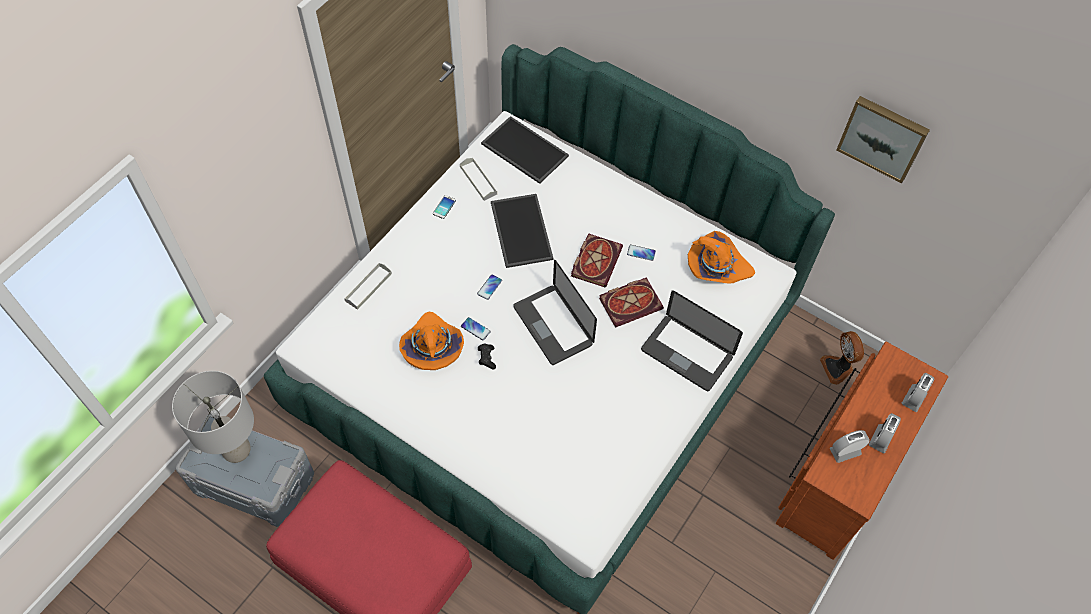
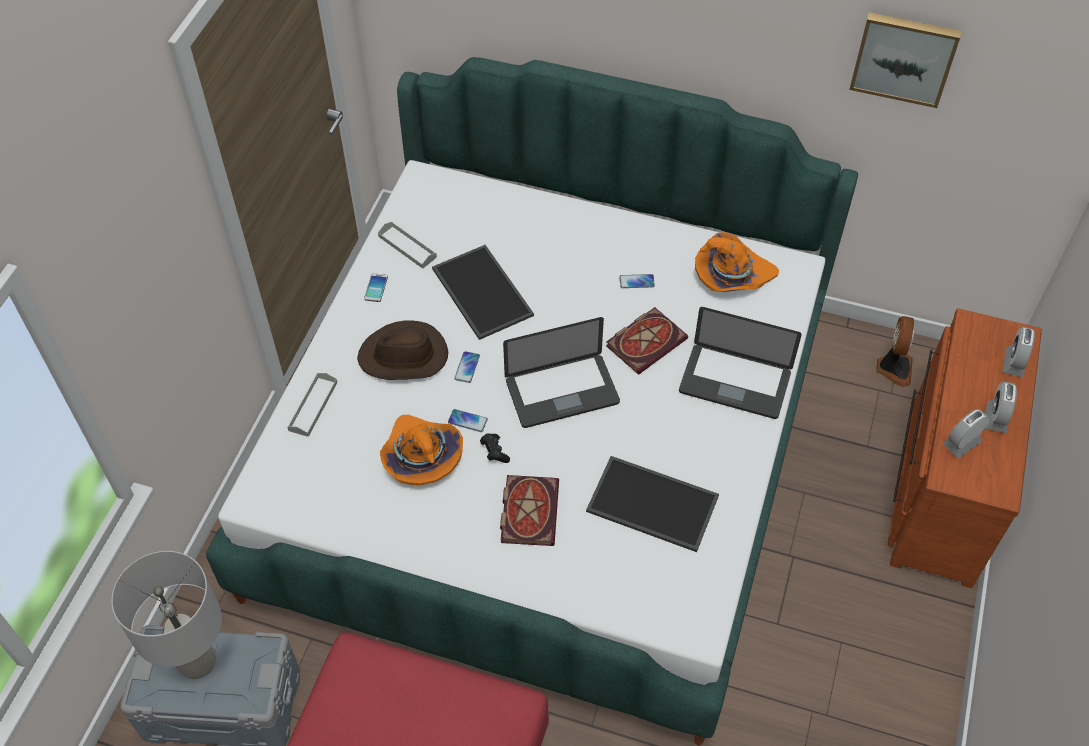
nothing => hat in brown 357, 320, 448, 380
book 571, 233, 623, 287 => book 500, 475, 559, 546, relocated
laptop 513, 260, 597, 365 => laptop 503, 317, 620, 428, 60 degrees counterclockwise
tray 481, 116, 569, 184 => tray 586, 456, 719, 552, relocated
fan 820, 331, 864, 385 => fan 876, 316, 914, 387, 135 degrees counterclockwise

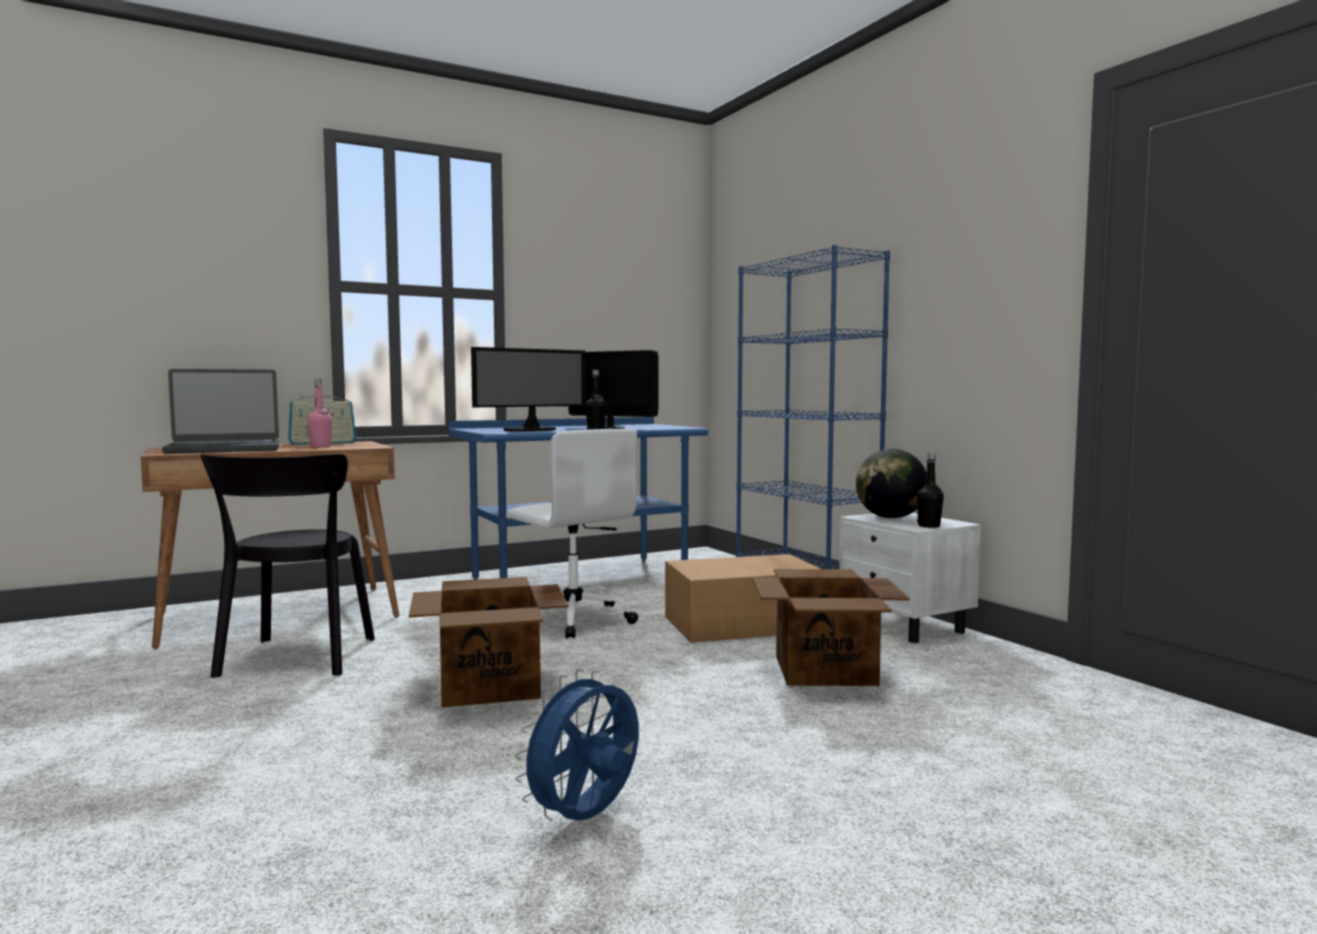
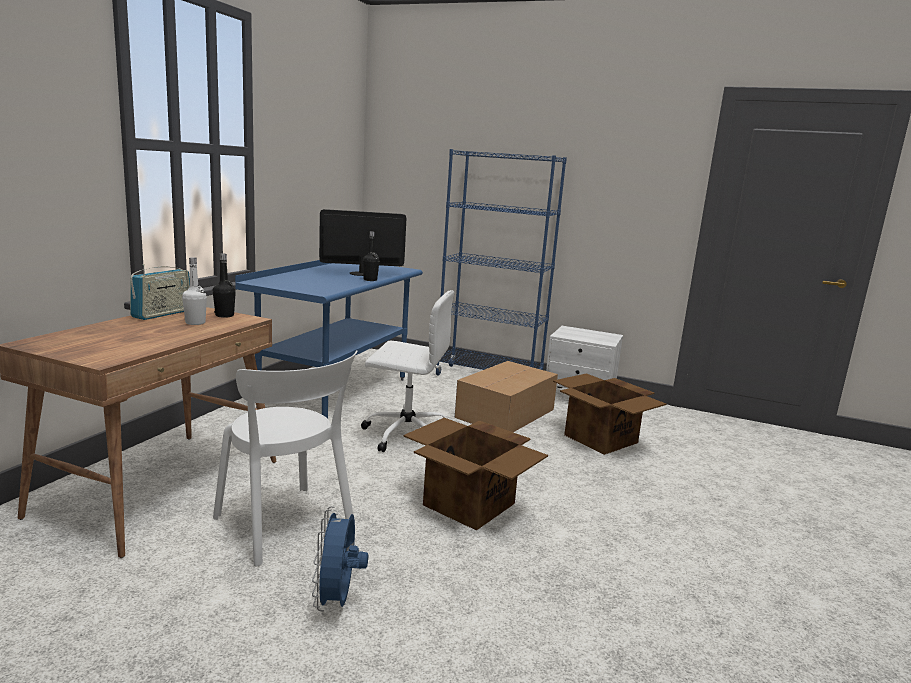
bottle in pink 307, 379, 332, 447 => bottle in white 182, 257, 207, 325
bottle in black 917, 452, 944, 528 => bottle in black 213, 253, 236, 318, relocated
chair in black 201, 454, 375, 678 => chair in white 213, 350, 358, 567
fan in blue 515, 669, 639, 821 => fan in blue 312, 506, 368, 612, relocated
laptop 162, 369, 279, 454 => nothing
monitor 471, 347, 586, 432 => nothing
globe 856, 449, 926, 519 => nothing

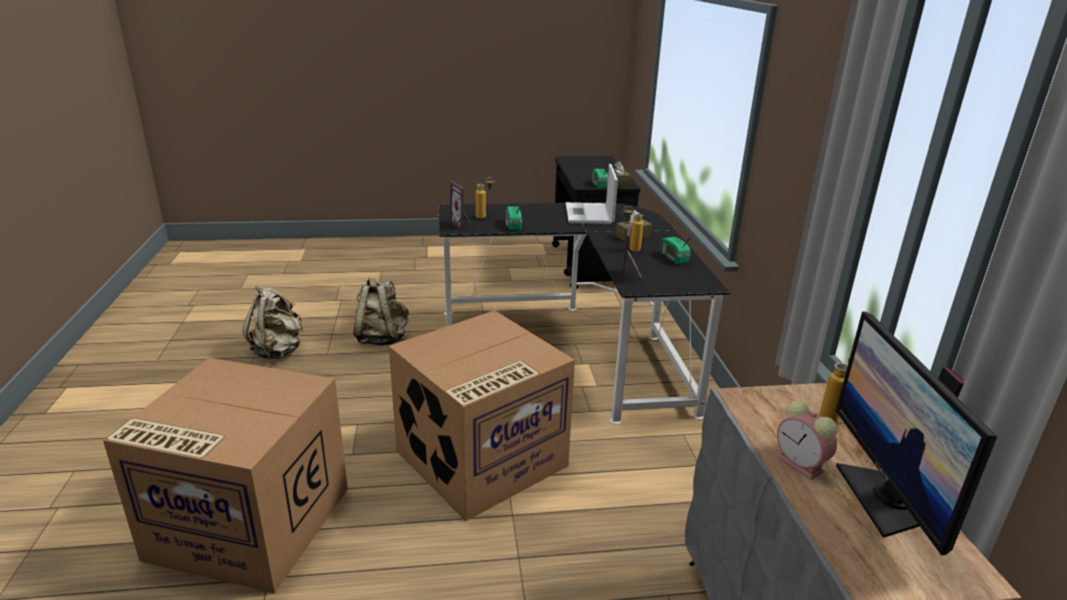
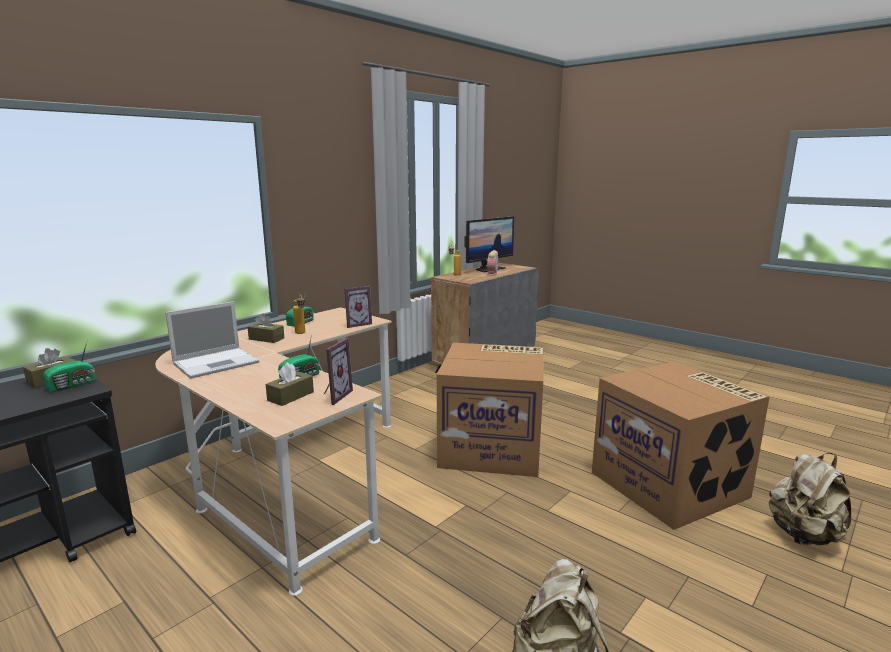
desk in black 438, 202, 730, 424 => desk in beige 155, 307, 392, 596
bottle 476, 177, 494, 219 => tissue box in brown 266, 362, 314, 406
backpack in beige 354, 278, 409, 346 => backpack in beige 768, 453, 851, 545, relocated

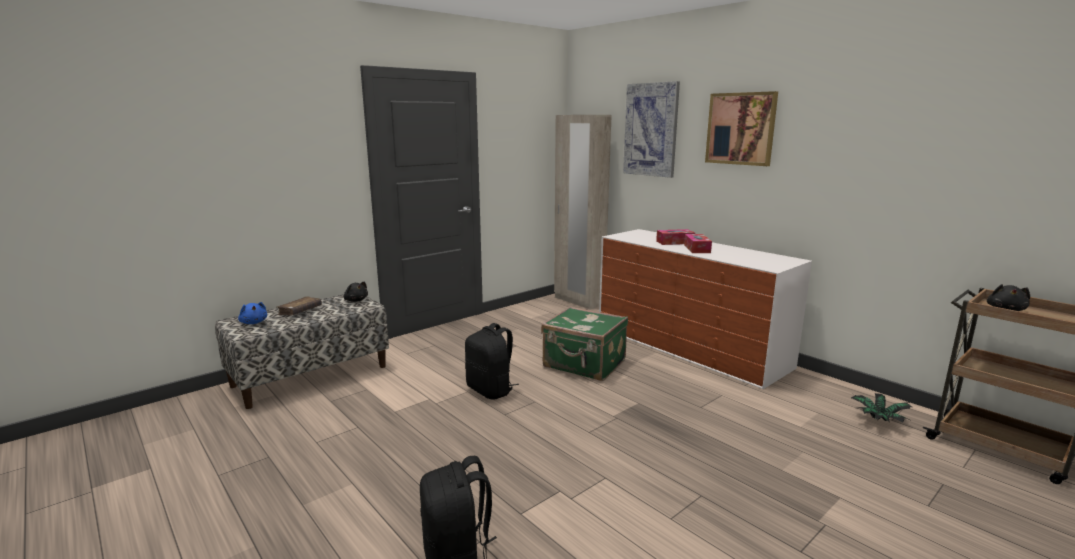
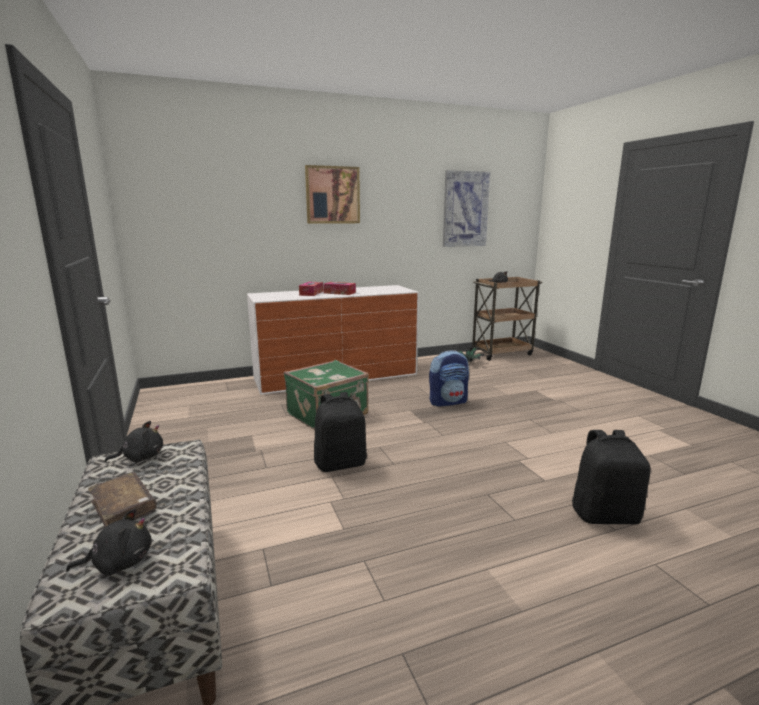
plush toy in blue 238, 302, 267, 324 => plush toy in black 66, 509, 152, 575
nothing => backpack 429, 350, 469, 407
picture 623, 81, 680, 178 => picture 443, 170, 491, 247, relocated
wardrobe in beige 554, 115, 612, 310 => nothing

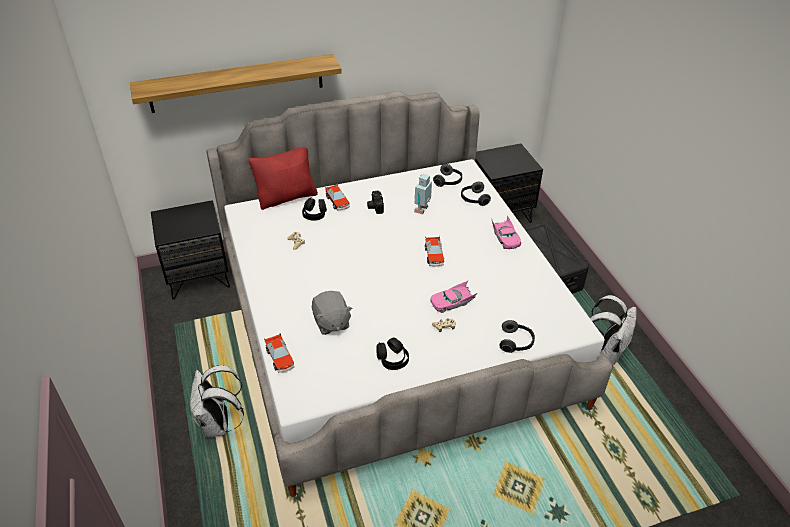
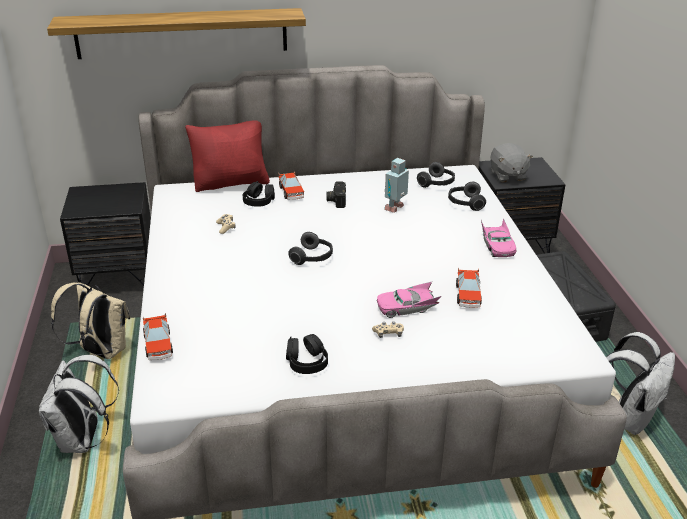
nothing => backpack in beige 51, 282, 130, 359
headphones 499, 320, 535, 353 => headphones 288, 232, 333, 265, relocated
toy car 425, 236, 444, 267 => toy car 456, 268, 482, 308, relocated
plush toy in grey 312, 291, 352, 335 => plush toy in grey 490, 143, 533, 182, relocated

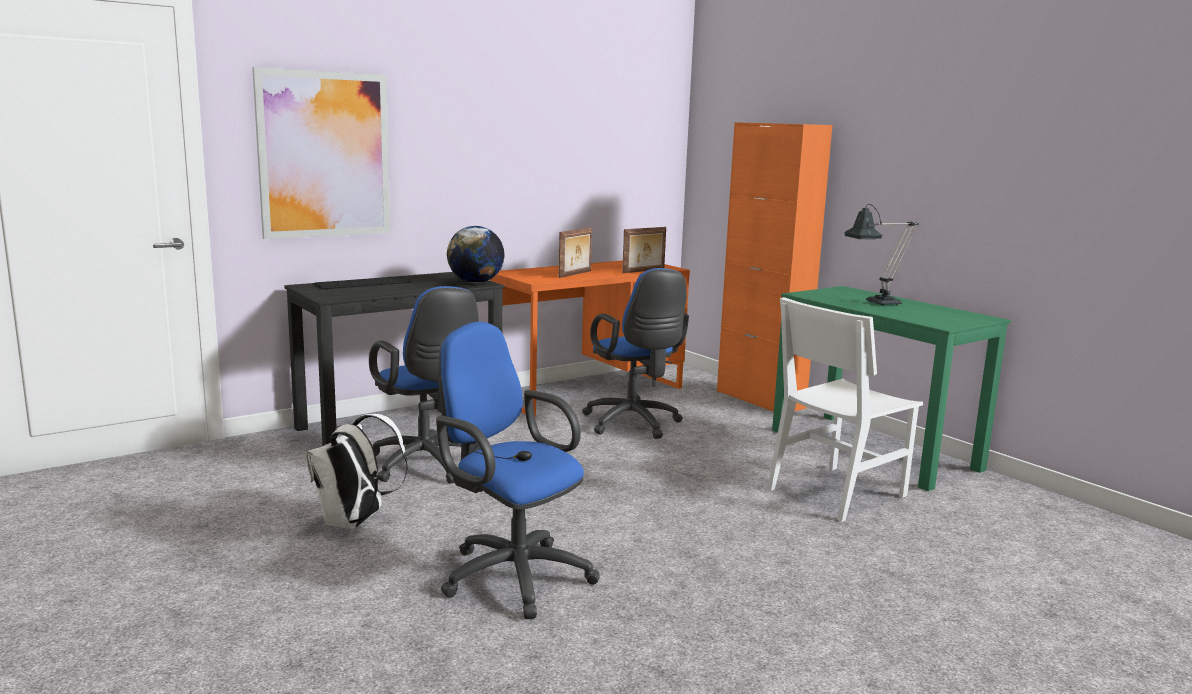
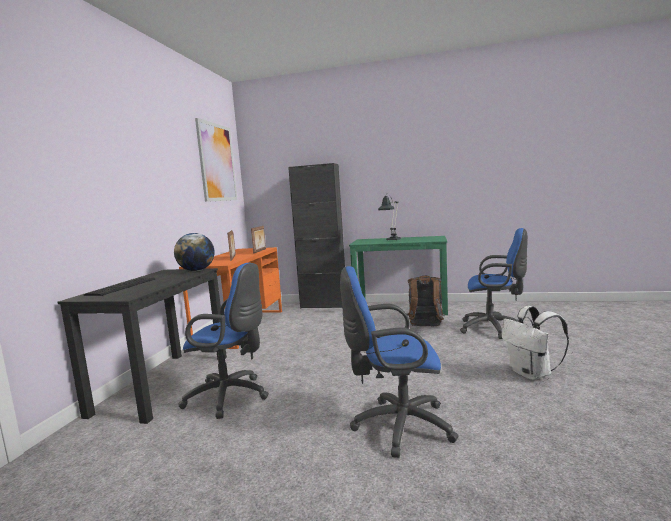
picture 252, 67, 390, 239 => picture 195, 118, 237, 202, relocated
cabinet in orange 717, 122, 832, 412 => cabinet in black 288, 163, 345, 308
chair in white 767, 297, 923, 522 => backpack in brown 407, 276, 445, 326
office chair in blue 582, 268, 689, 439 => office chair in blue 460, 228, 528, 339, relocated
backpack in white 306, 414, 408, 529 => backpack in white 502, 306, 569, 380, relocated

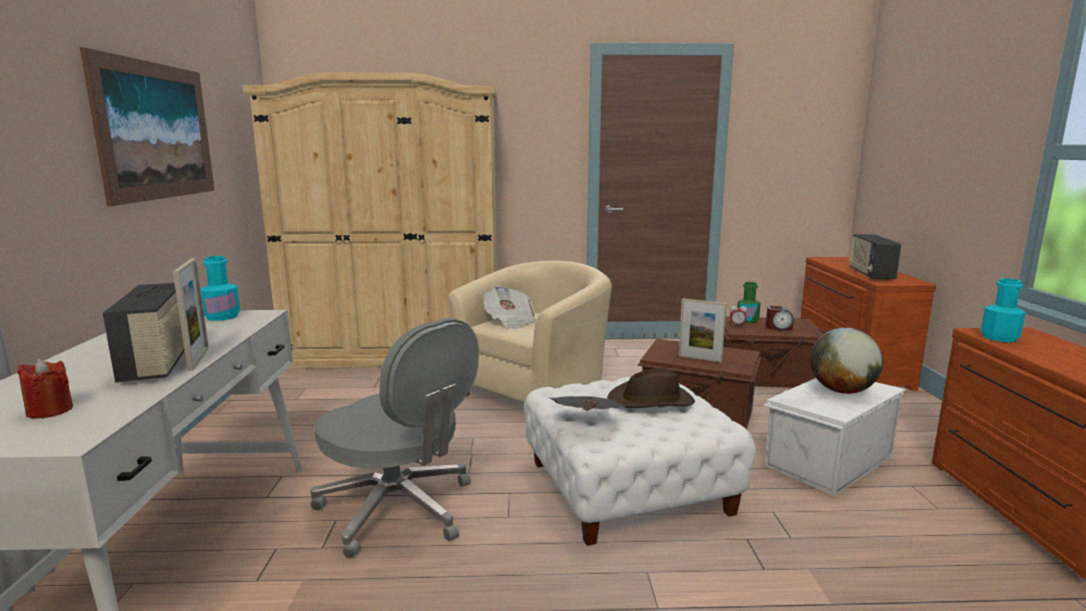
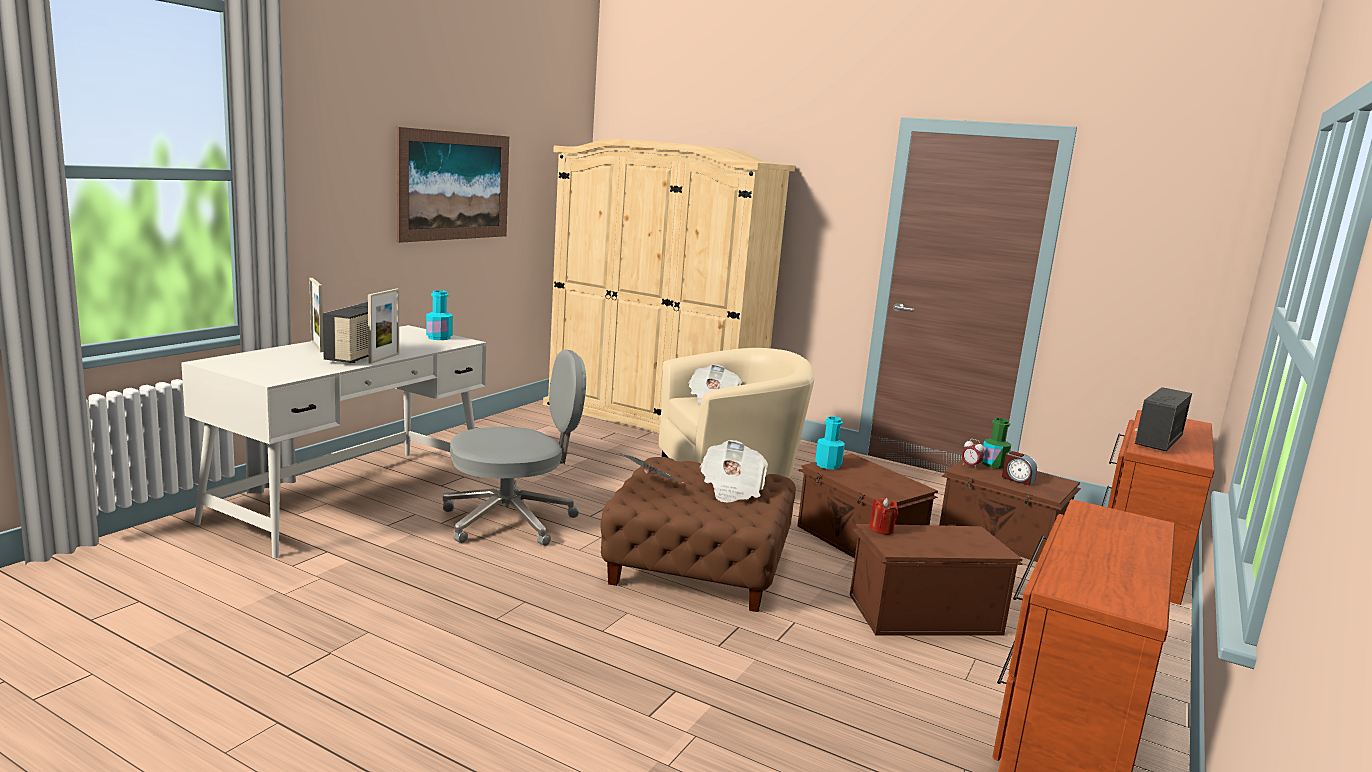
picture frame 678, 298, 727, 363 => picture frame 309, 278, 323, 352, relocated
office chair in grey 310, 318, 479, 559 => office chair in grey 443, 350, 586, 546, 90 degrees counterclockwise
ottoman in white 524, 377, 756, 546 => ottoman in brown 600, 457, 796, 612
hat in brown 607, 368, 695, 408 => newspaper 700, 440, 768, 502
bottle in turquoise 981, 278, 1026, 342 => bottle in turquoise 815, 416, 845, 470, relocated
storage box in white 763, 377, 906, 496 => storage box in brown 850, 524, 1023, 636
candle in red 17, 359, 73, 419 => candle in red 869, 497, 898, 535, relocated
globe 810, 328, 883, 394 => nothing

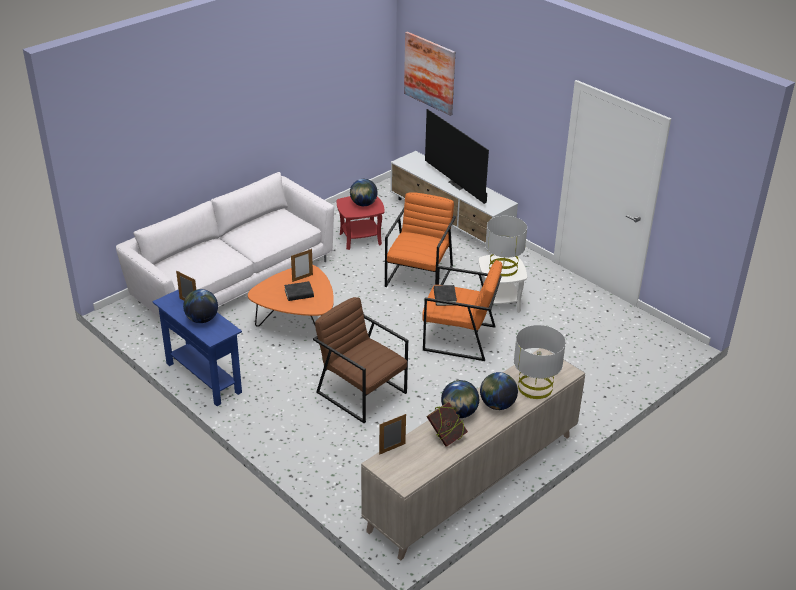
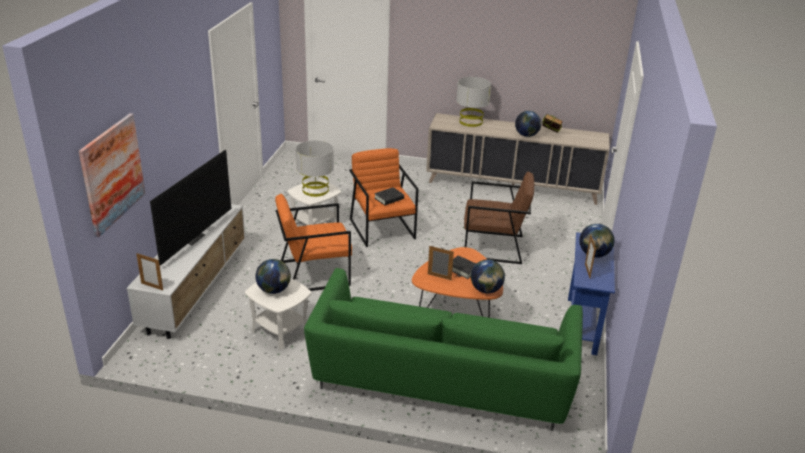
picture frame 379, 414, 406, 455 => picture frame 136, 253, 163, 290, relocated
side table in red 337, 196, 385, 250 => side table in white 245, 278, 311, 349
sofa in white 116, 172, 334, 318 => sofa in green 304, 268, 583, 431
armchair in brown 313, 297, 408, 423 => armchair in brown 464, 171, 534, 264, 90 degrees counterclockwise
globe 480, 372, 518, 410 => globe 471, 259, 505, 293, relocated

